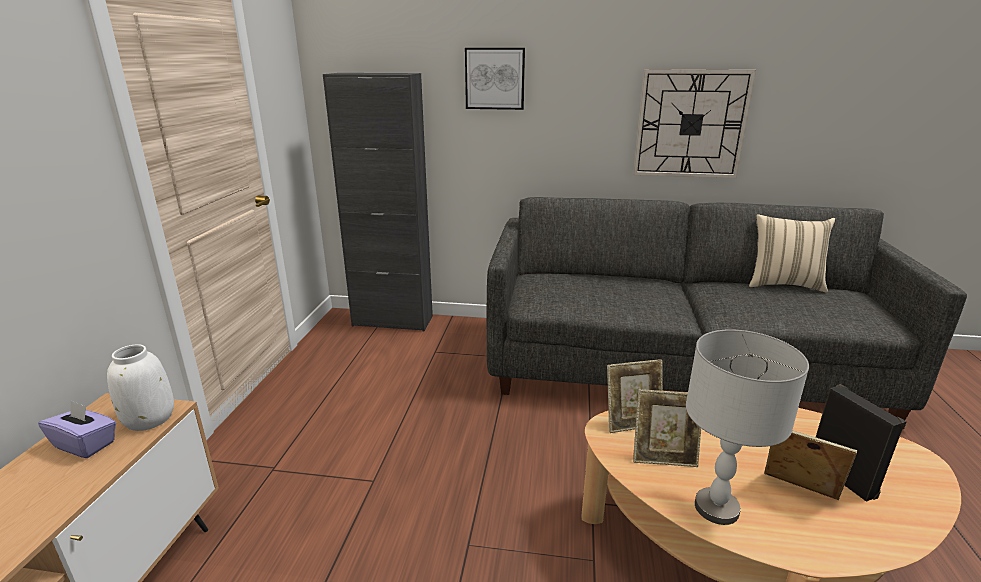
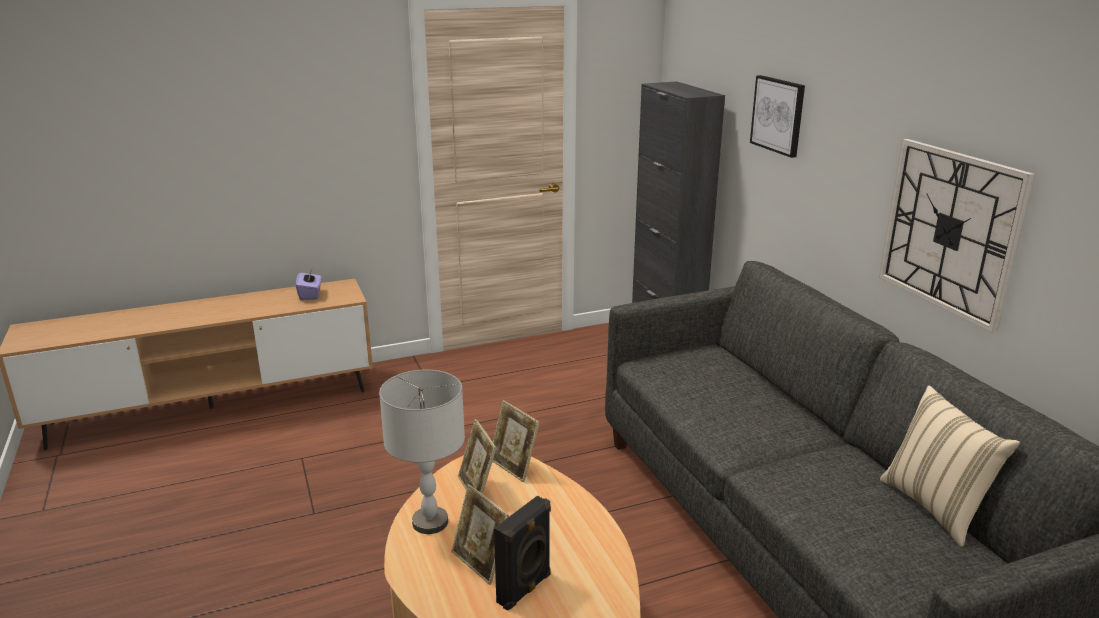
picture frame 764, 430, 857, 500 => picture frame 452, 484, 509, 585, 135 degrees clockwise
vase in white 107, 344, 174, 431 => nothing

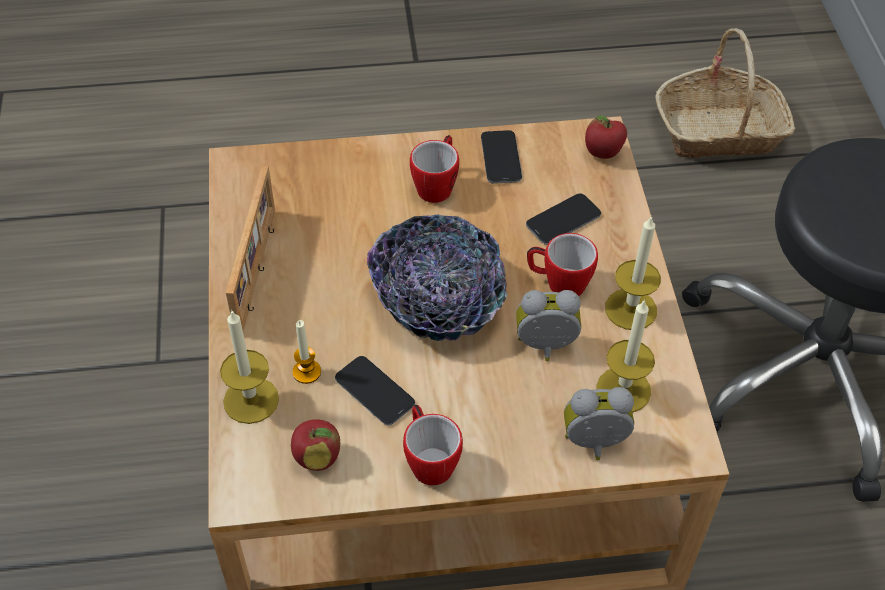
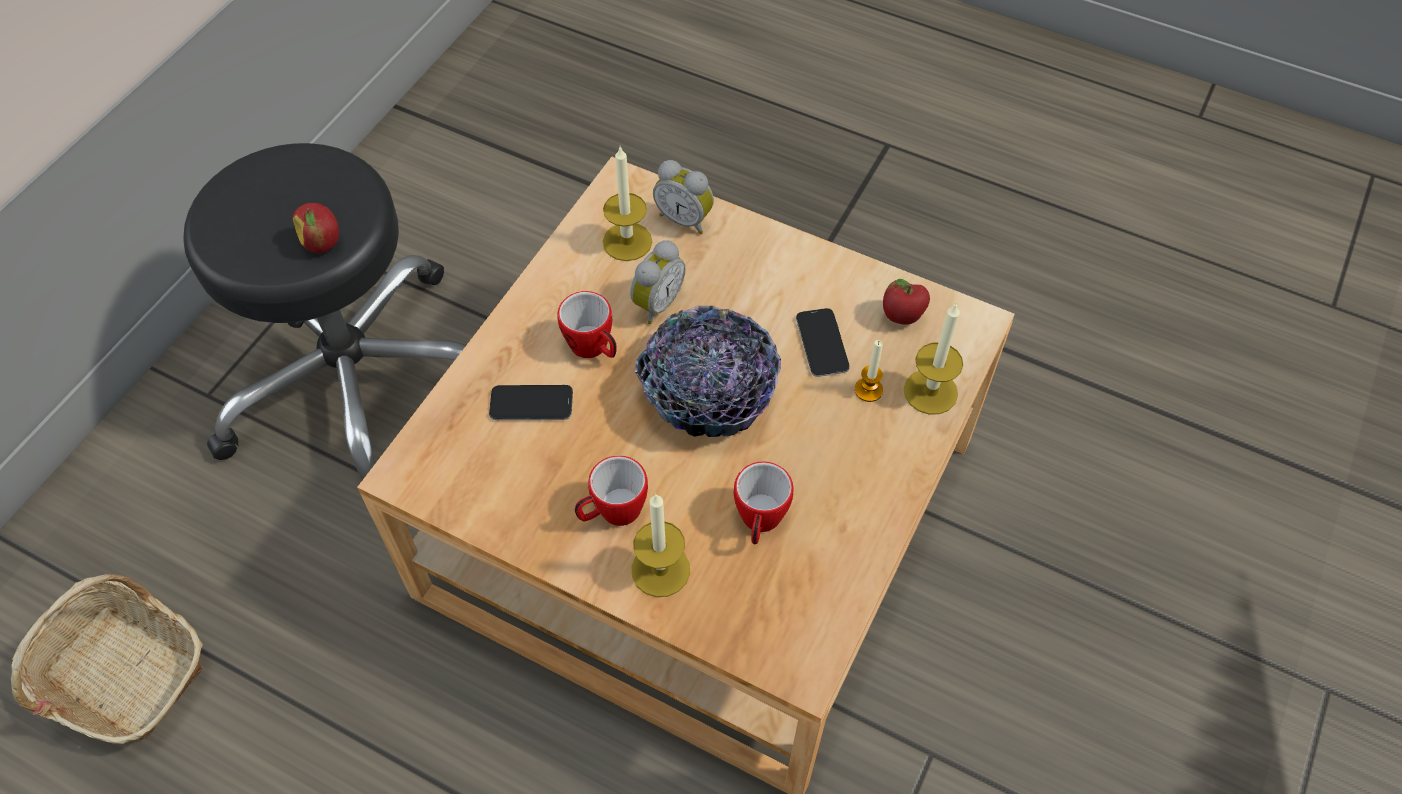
apple 585, 115, 627, 159 => apple 292, 203, 339, 253, relocated
alarm clock 516, 290, 581, 362 => alarm clock 630, 240, 686, 324, 90 degrees counterclockwise
candle 605, 215, 661, 330 => candle 631, 493, 690, 597, relocated
mug 403, 405, 463, 486 => mug 734, 462, 794, 545, relocated
picture frame 226, 166, 275, 331 => nothing
phone 481, 130, 522, 184 => nothing

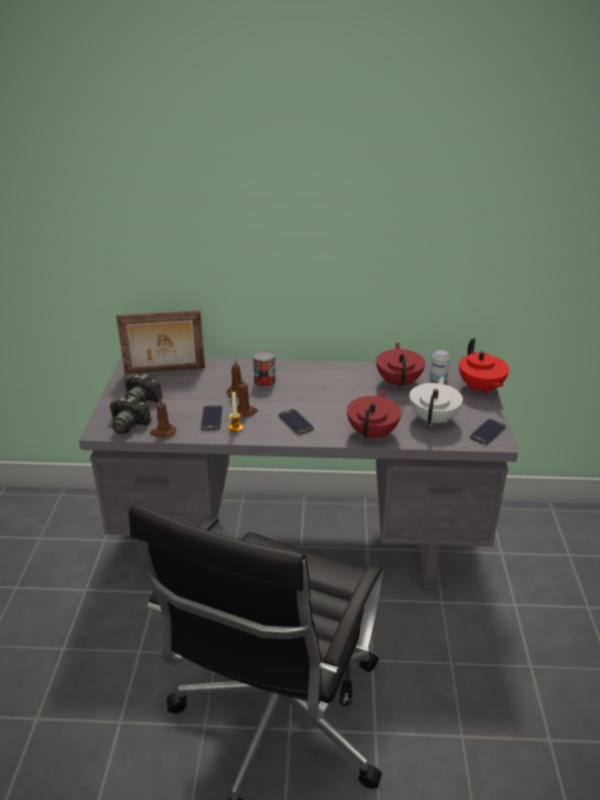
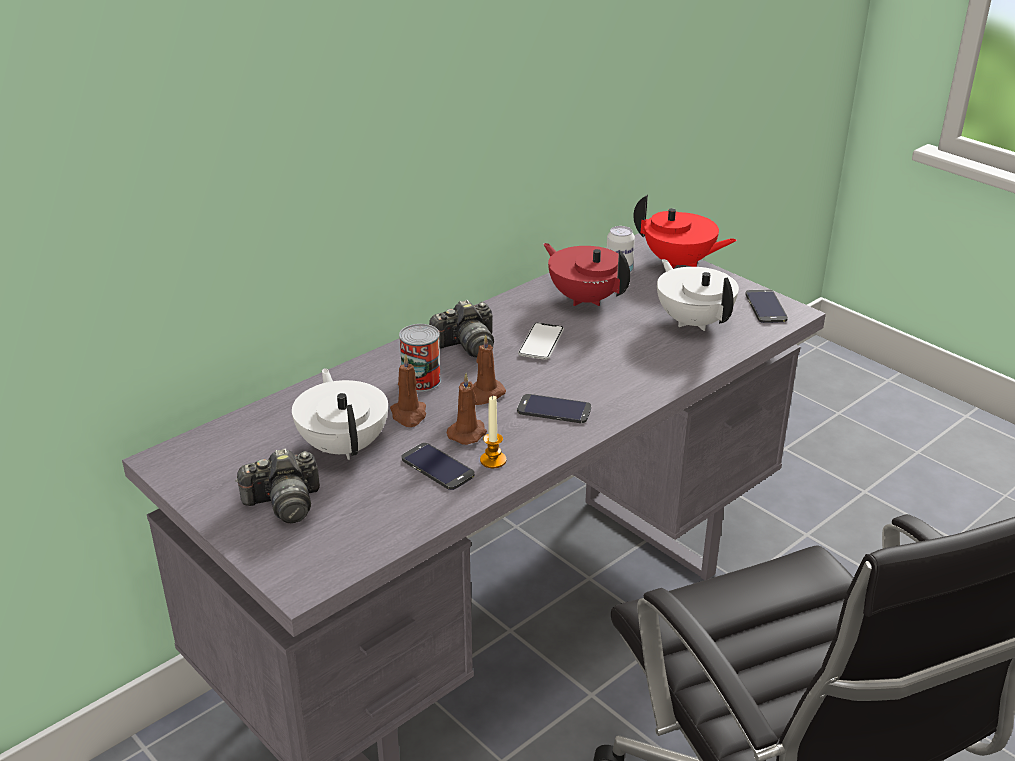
nothing => teapot in white 292, 368, 388, 460
photo camera 110, 396, 151, 434 => photo camera 429, 300, 494, 358, relocated
candle in brown 150, 397, 176, 437 => candle in brown 473, 334, 506, 405, relocated
nothing => phone 518, 323, 564, 360
picture frame 116, 310, 205, 374 => nothing
teapot in red 347, 389, 401, 441 => nothing

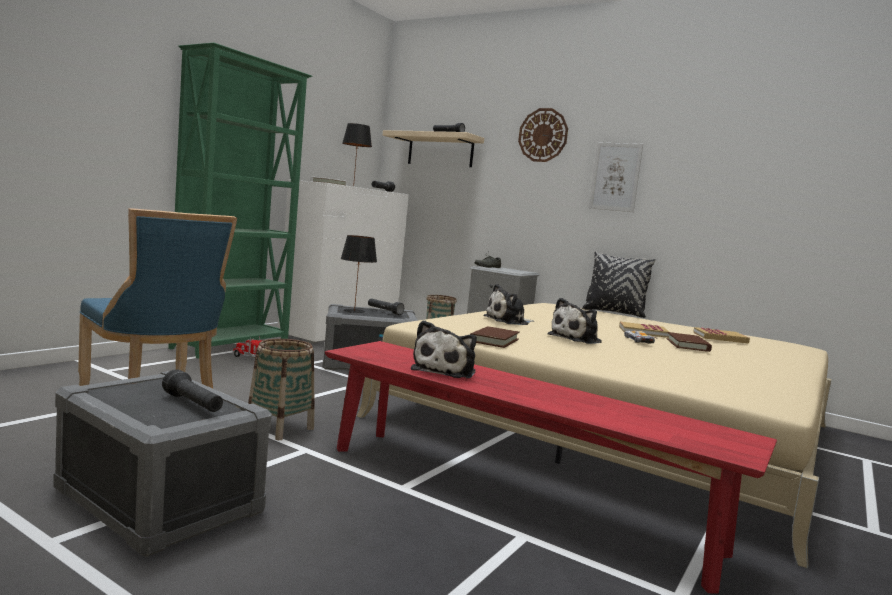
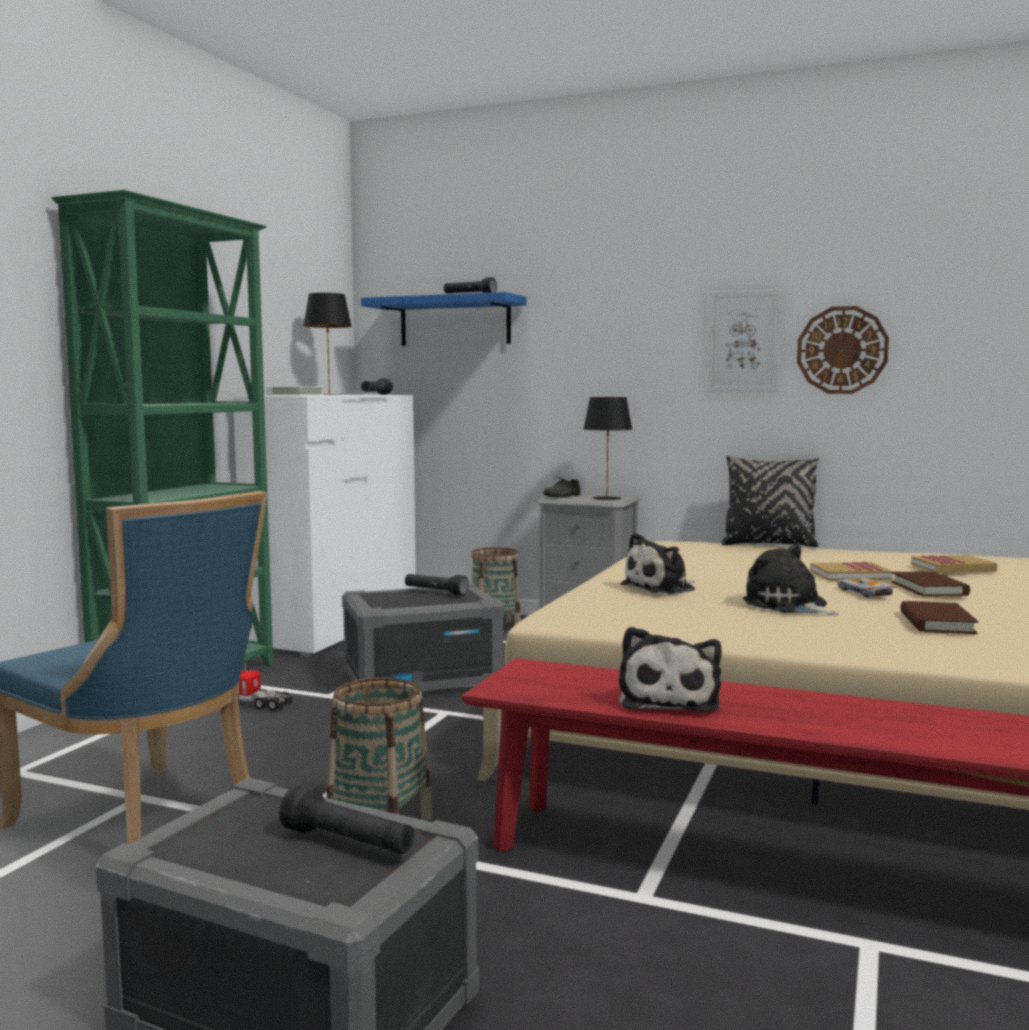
shelf in beige 383, 130, 484, 167 => shelf in blue 361, 292, 527, 346
table lamp in black 341, 235, 377, 313 => table lamp in black 584, 397, 632, 500, relocated
plush toy 548, 298, 602, 344 => plush toy 743, 543, 839, 615, 105 degrees clockwise
wall clock 518, 108, 568, 162 => wall clock 797, 306, 889, 394, relocated
book in brown 471, 326, 520, 348 => book in brown 900, 601, 978, 634, relocated

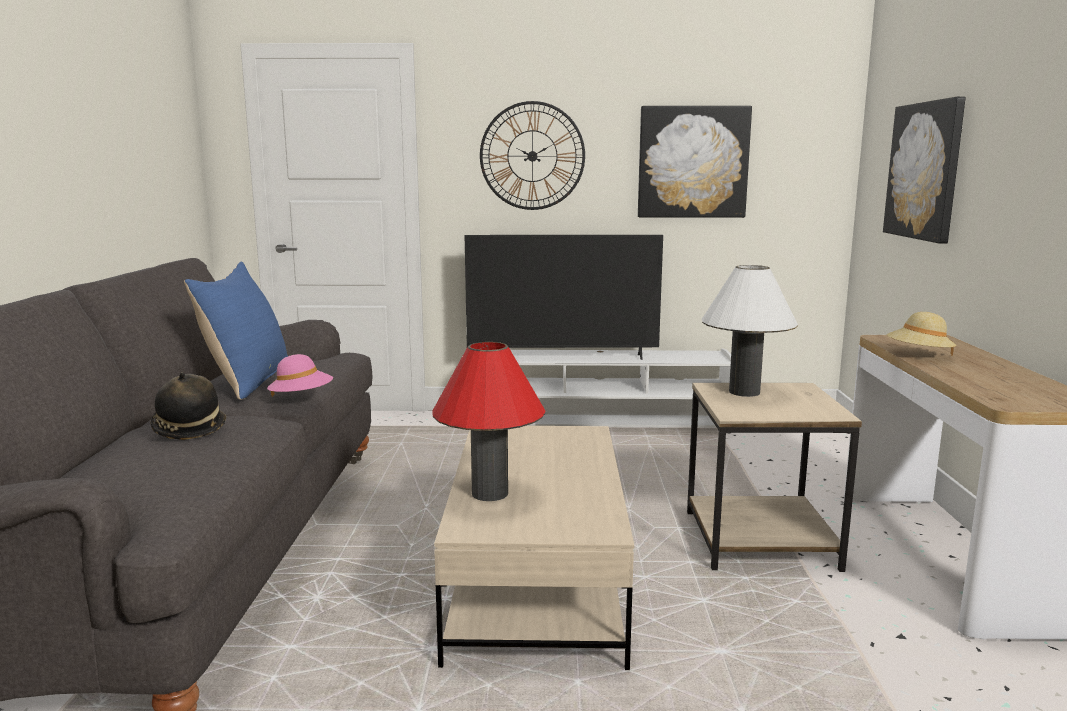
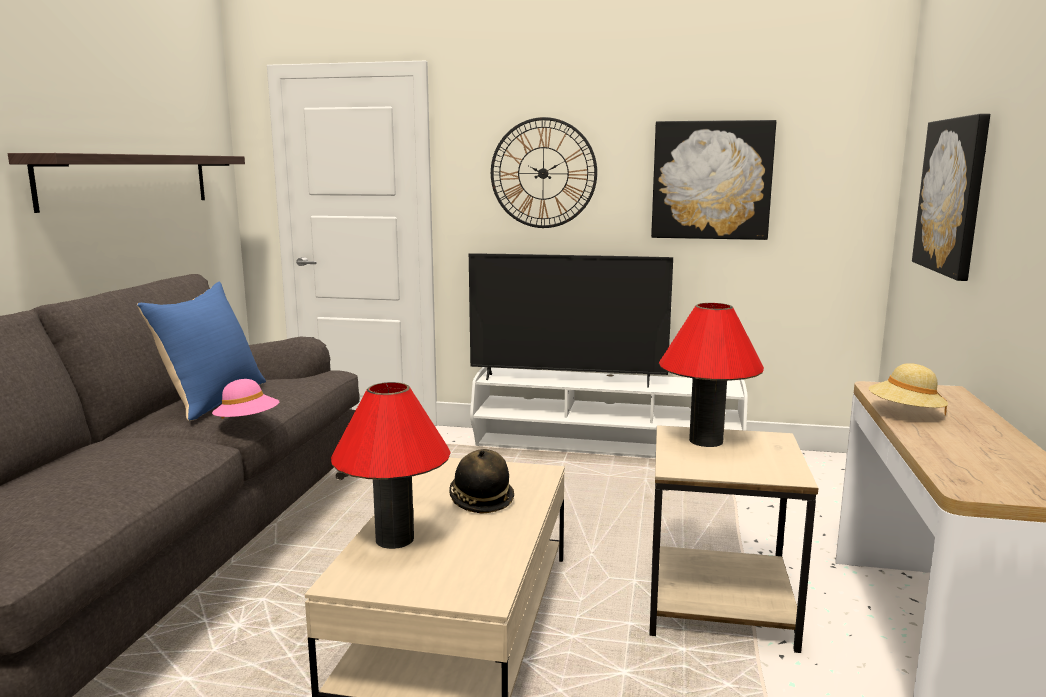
nothing => shelf 8, 153, 245, 213
hat 151, 372, 226, 440 => hat 449, 449, 514, 513, relocated
table lamp in white 702, 265, 798, 397 => table lamp in red 659, 303, 764, 447

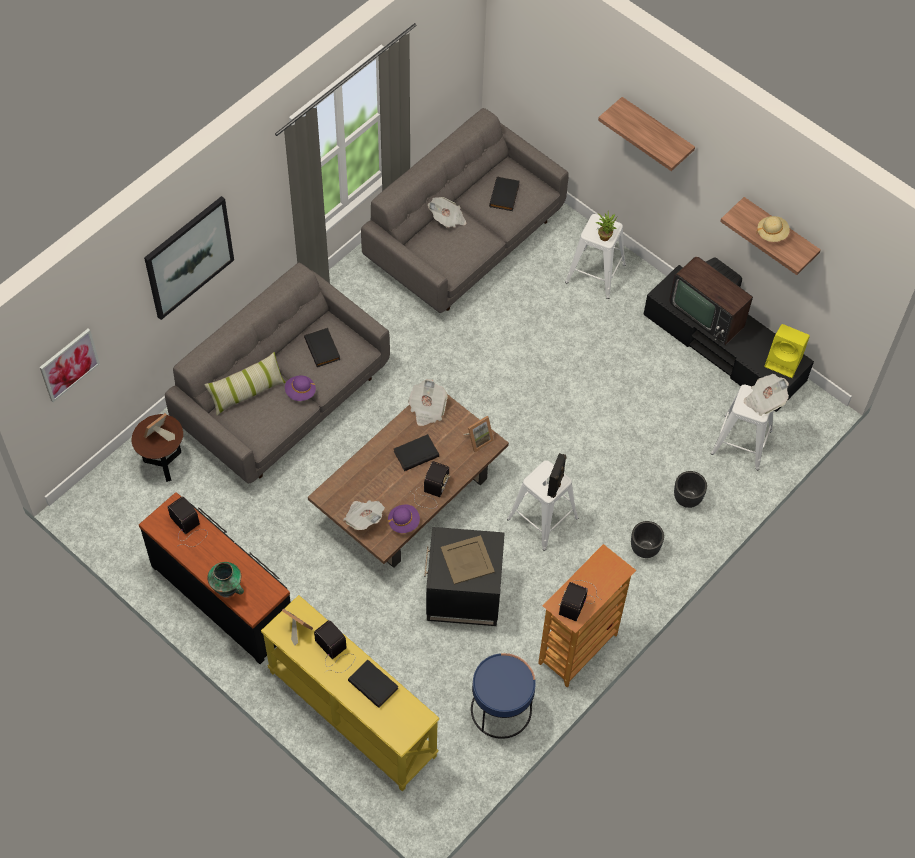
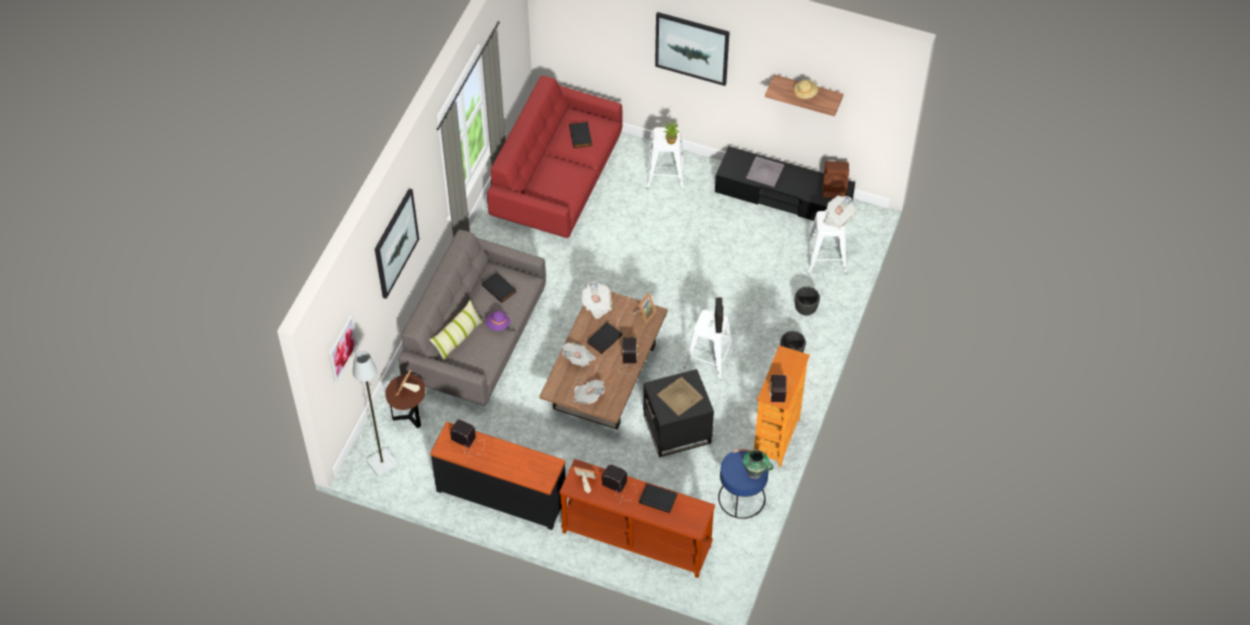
nothing => floor lamp in grey 353, 351, 399, 477
sofa in grey 361, 108, 569, 313 => sofa in red 487, 76, 622, 238
console table in yellow 261, 595, 439, 792 => console table in brown 559, 459, 715, 578
newspaper 428, 197, 467, 228 => newspaper 562, 342, 596, 367, relocated
shelf 598, 97, 695, 171 => picture 655, 12, 729, 86
vase 207, 562, 244, 598 => vase 743, 449, 774, 479, relocated
television 670, 256, 753, 345 => tray in grey 746, 156, 784, 187
speaker in yellow 764, 324, 810, 378 => speaker in brown 822, 161, 849, 198
hat in purple 388, 505, 420, 533 => nothing

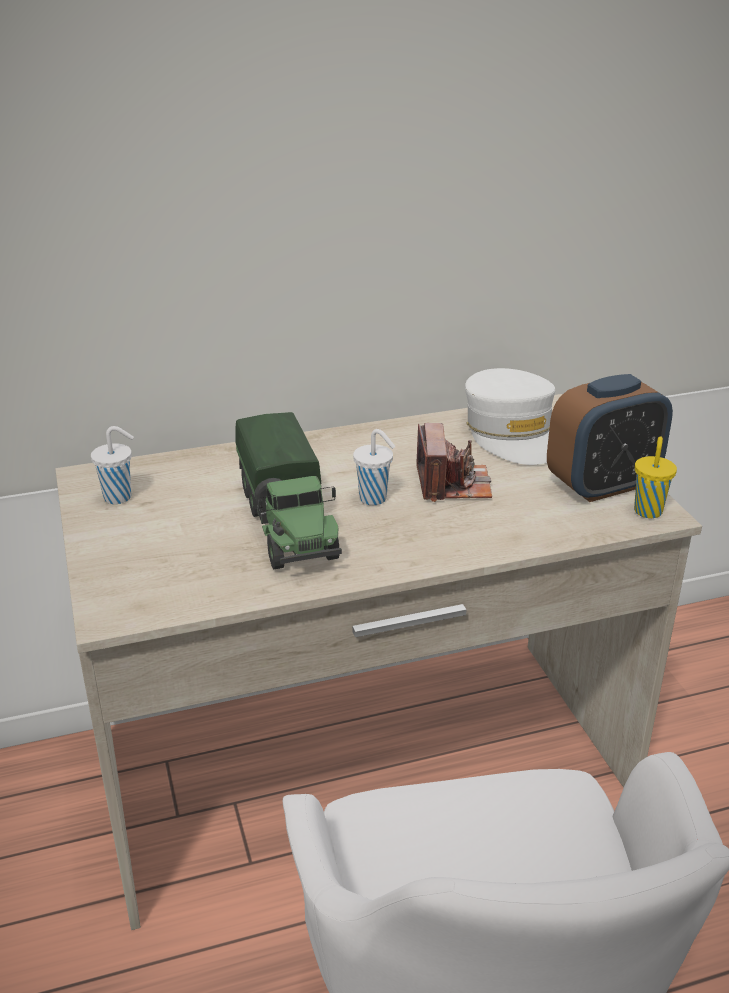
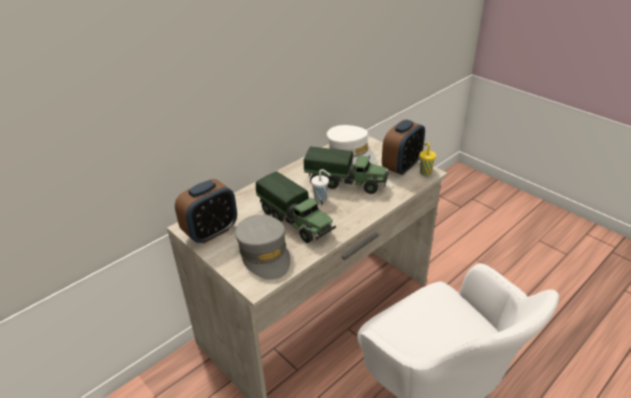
cup in white 91, 426, 134, 504 => alarm clock 175, 179, 237, 243
nothing => cap in grey 235, 215, 290, 280
photo camera 416, 423, 492, 502 => toy truck 304, 146, 389, 194

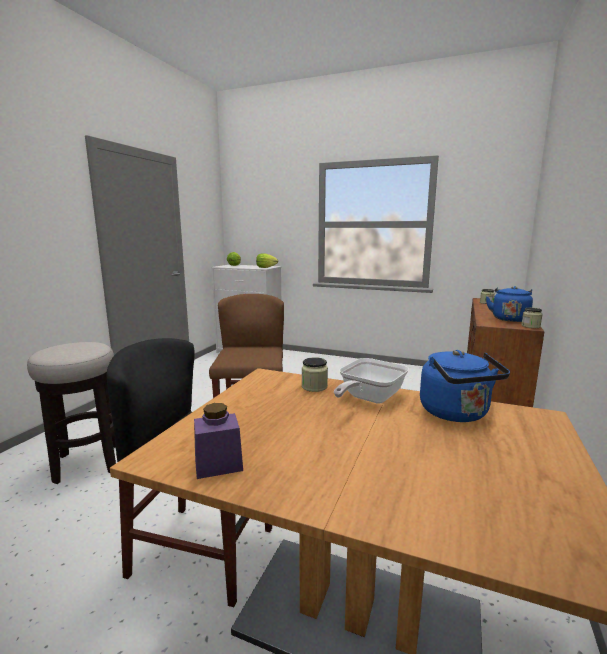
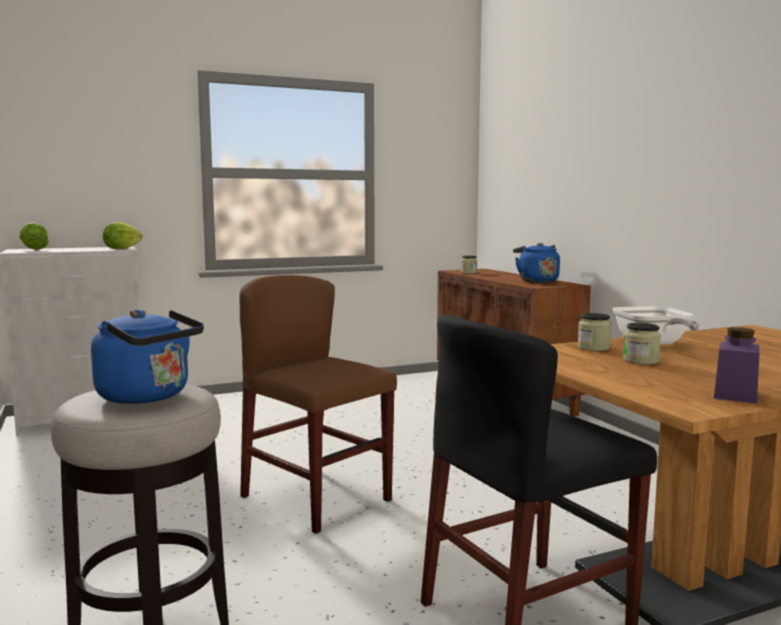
kettle in blue 420, 350, 510, 422 => kettle in blue 91, 310, 204, 404, relocated
jar 521, 308, 543, 328 => jar 623, 323, 661, 365, relocated

